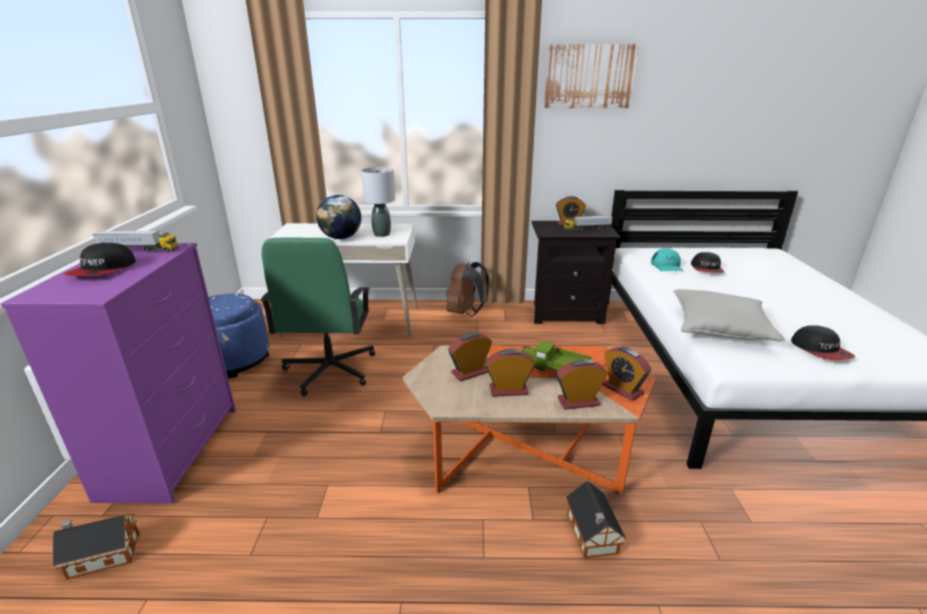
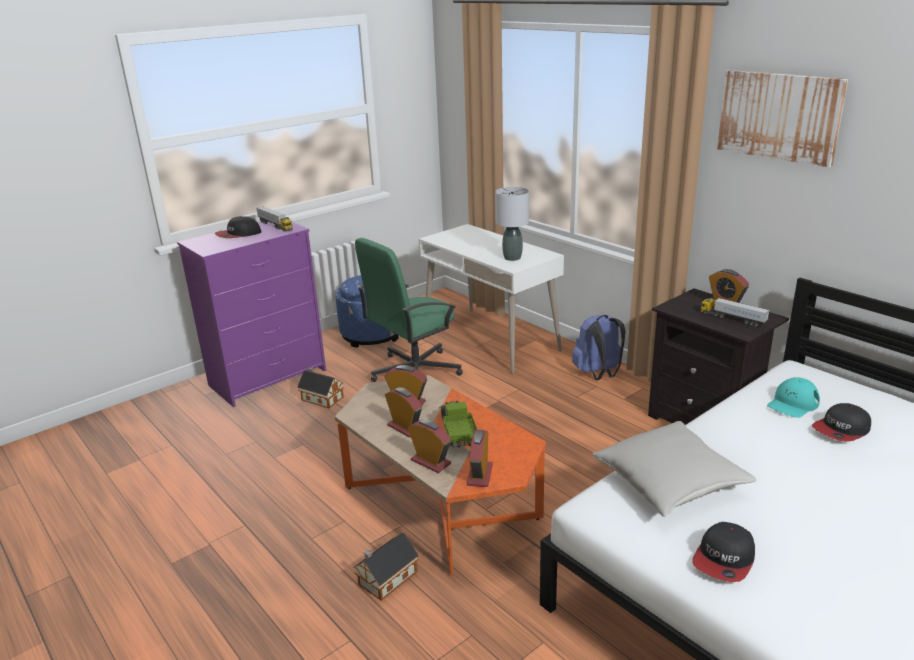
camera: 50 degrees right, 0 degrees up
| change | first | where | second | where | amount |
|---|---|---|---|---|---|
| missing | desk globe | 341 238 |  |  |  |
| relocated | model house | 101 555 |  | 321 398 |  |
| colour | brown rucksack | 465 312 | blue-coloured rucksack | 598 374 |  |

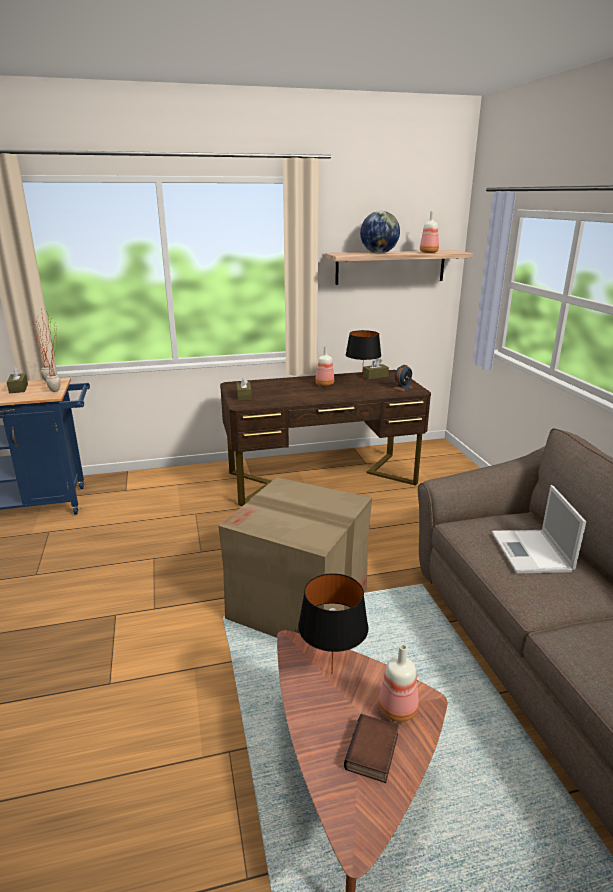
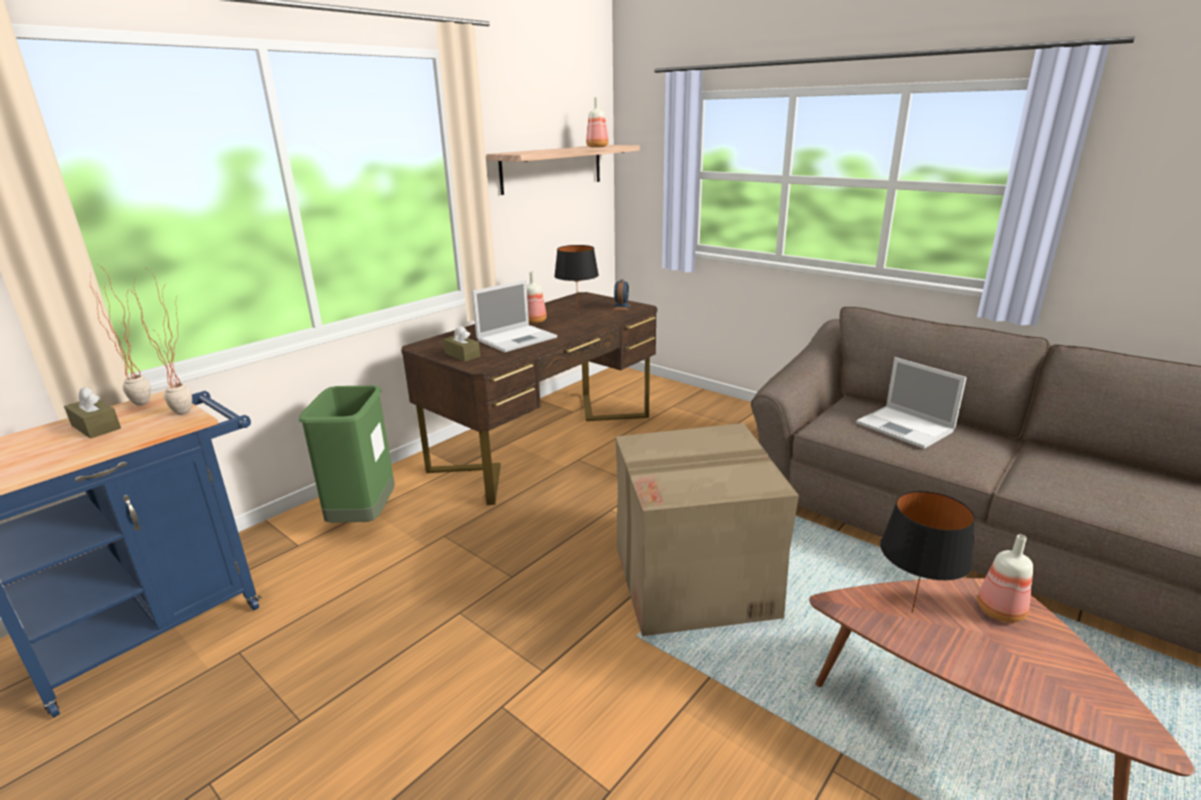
camera: 35 degrees left, 0 degrees up
| change | first | where | second | where | amount |
|---|---|---|---|---|---|
| missing | bound book | 373 753 |  |  |  |
| missing | desk globe | 379 253 |  |  |  |
| missing | brown tissue holder | 375 376 |  |  |  |
| appeared |  |  | green-coloured waste bin | 364 518 |  |
| appeared |  |  | laptop | 517 338 |  |

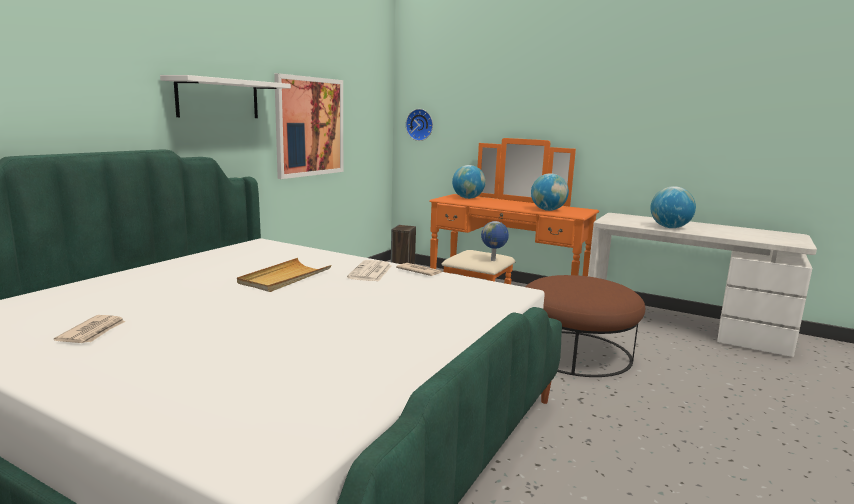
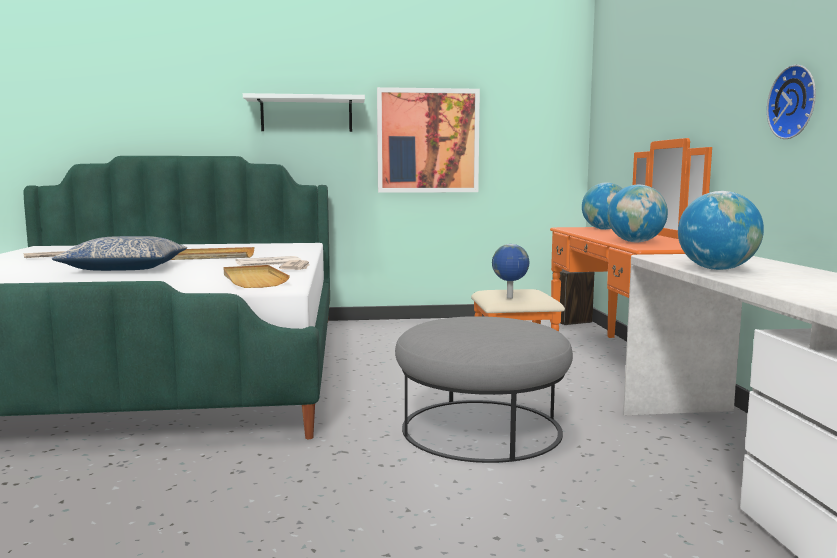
camera: 55 degrees right, 5 degrees down
| change | first | where | second | where | amount |
|---|---|---|---|---|---|
| appeared |  |  | pillow | 125 268 |  |
| appeared |  |  | sand-coloured tray | 253 280 |  |
| relocated | clock on the wall | 420 124 |  | 795 102 |  |
| colour | brown ottoman | 576 352 | grey ottoman | 482 428 |  |

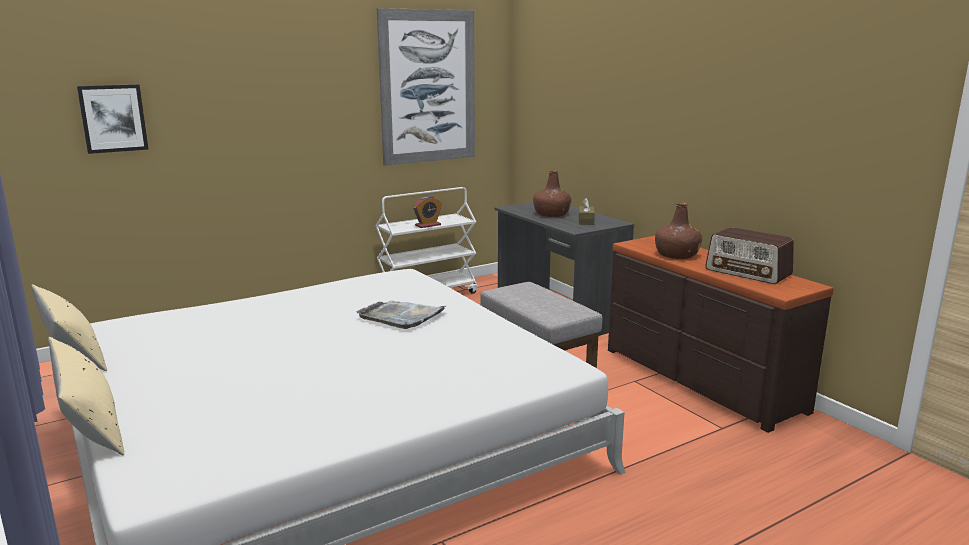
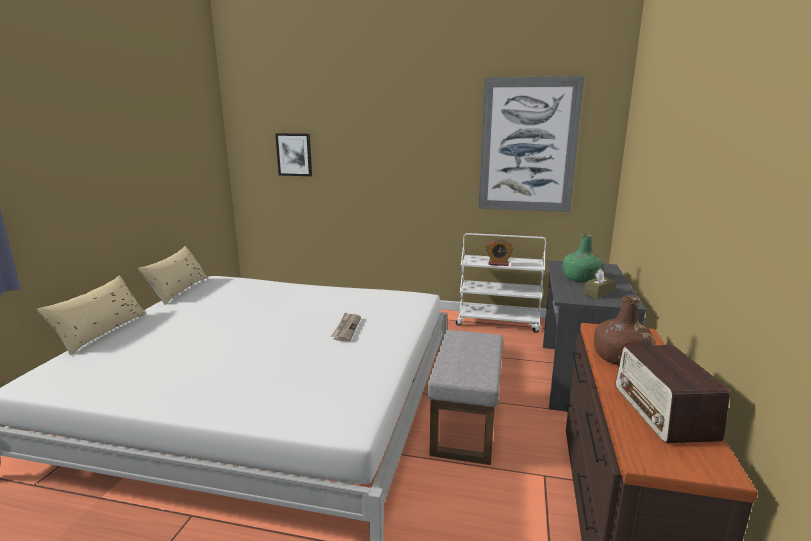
camera: 45 degrees right, 0 degrees up
| change | first | where | second | where | amount |
|---|---|---|---|---|---|
| exchanged | grey tray | 401 316 | daily paper | 346 328 |  |
| colour | brown drink bottle | 552 214 | green-coloured drink bottle | 581 278 |  |

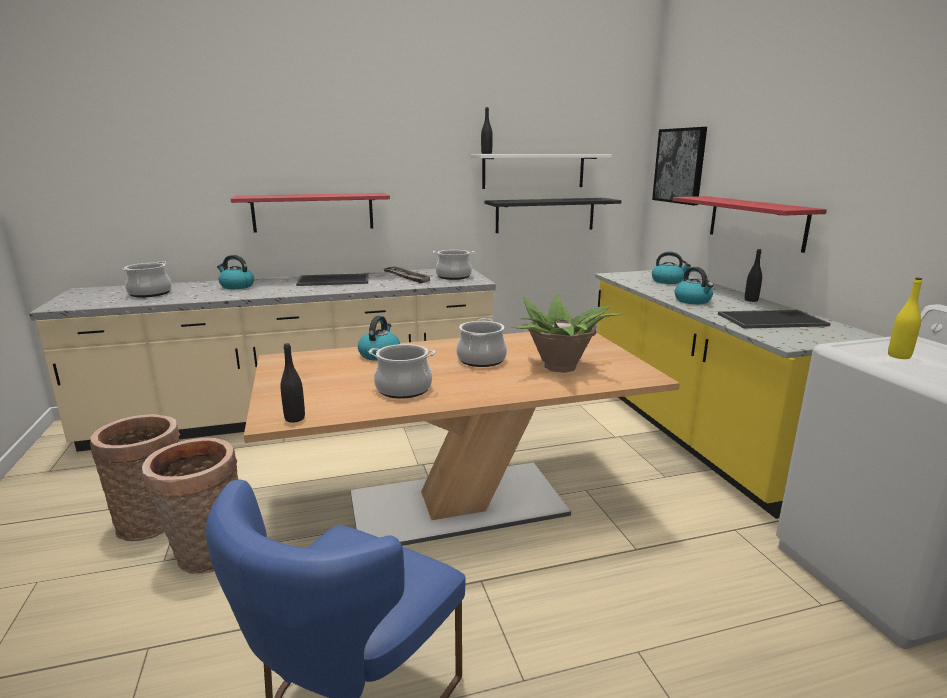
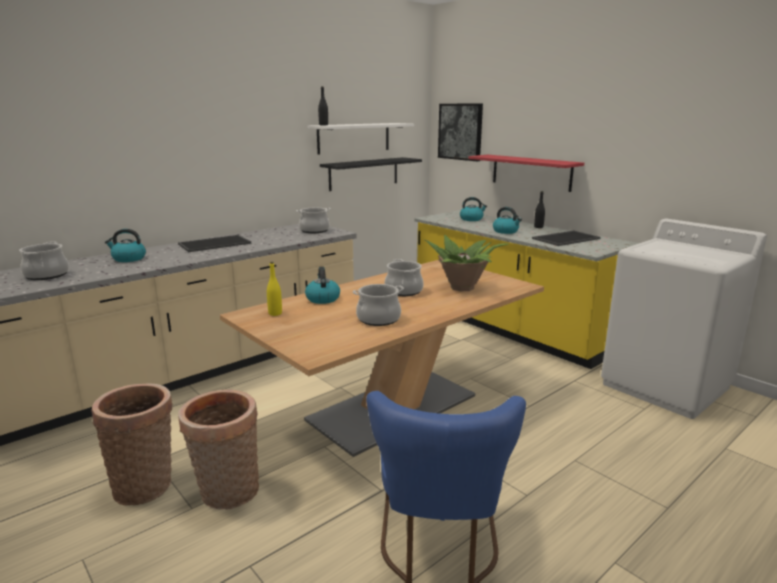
camera: 25 degrees left, 0 degrees up
| change | first | where | second | where | amount |
|---|---|---|---|---|---|
| missing | red-coloured shelf | 313 212 |  |  |  |
| missing | blackish drink bottle | 294 418 |  |  |  |
| missing | tray | 406 277 |  |  |  |
| relocated | yellow drink bottle | 899 356 |  | 275 313 |  |

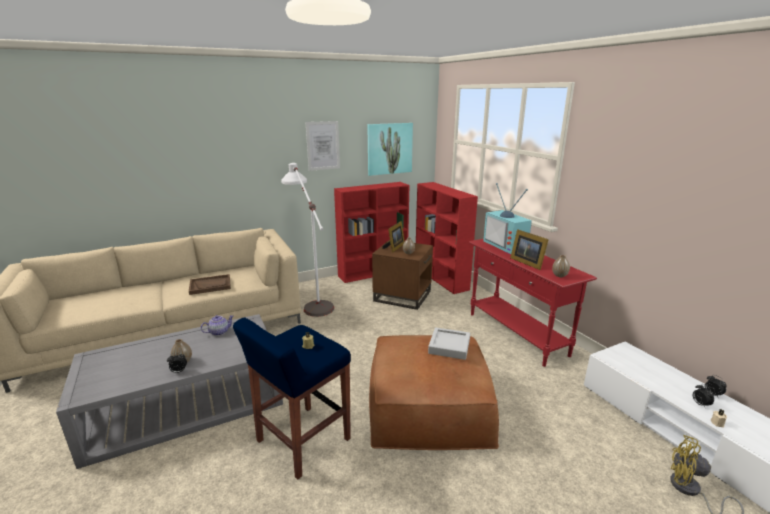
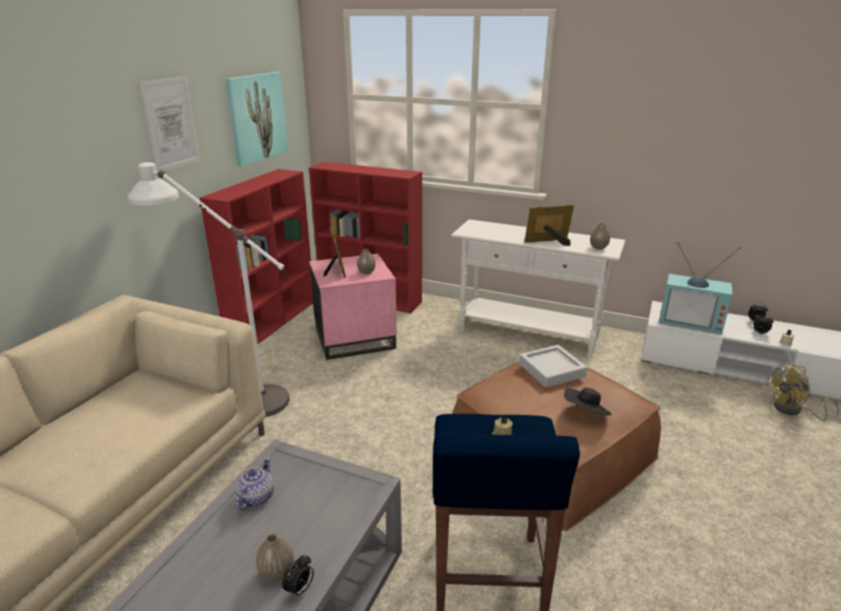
camera: 40 degrees left, 5 degrees up
| change | first | where | second | where | amount |
|---|---|---|---|---|---|
| missing | brown tray | 210 285 |  |  |  |
| appeared |  |  | blackish wearable hat | 586 413 |  |
| relocated | TV | 507 245 |  | 691 321 |  |
| colour | brown accent table | 402 296 | pinkish accent table | 354 338 |  |
| colour | red-coloured hall table | 516 334 | white-coloured hall table | 529 334 |  |
| spun | picture frame | 527 262 |  | 549 242 | 150 degrees clockwise |

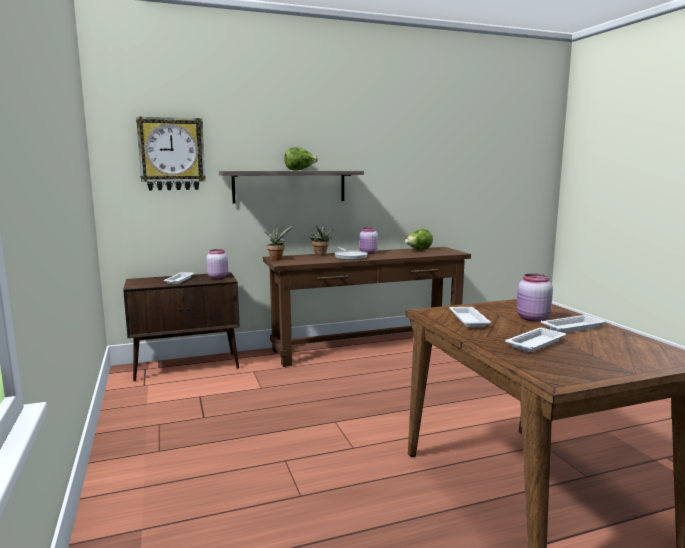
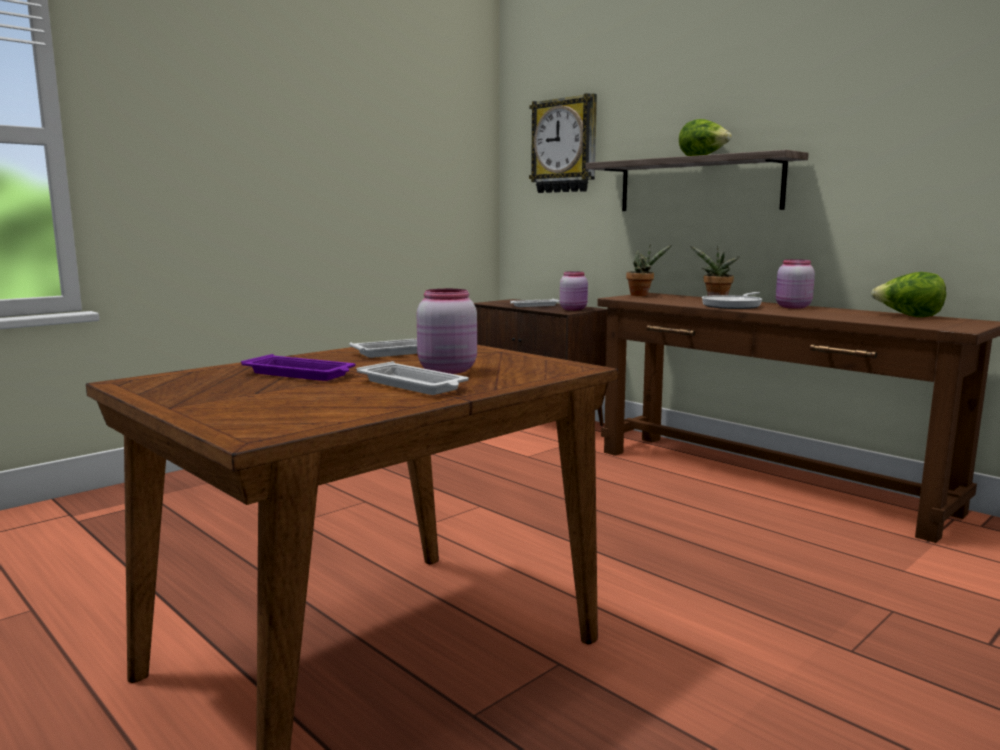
camera: 65 degrees right, 0 degrees up
| change | first | where | second | where | amount |
|---|---|---|---|---|---|
| colour | white-coloured tray | 536 343 | purple-coloured tray | 300 374 |  |

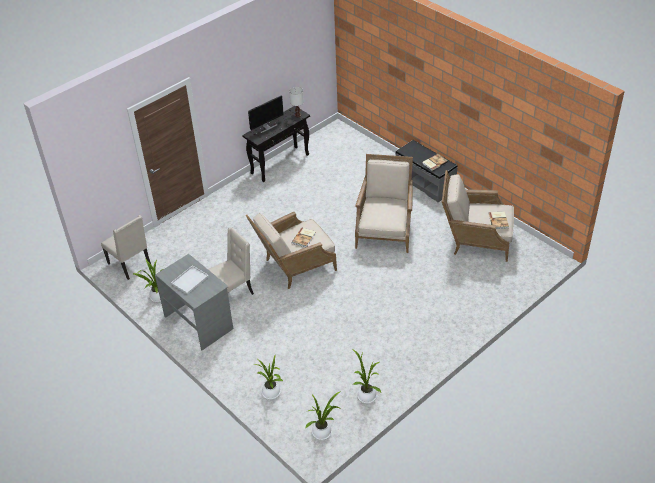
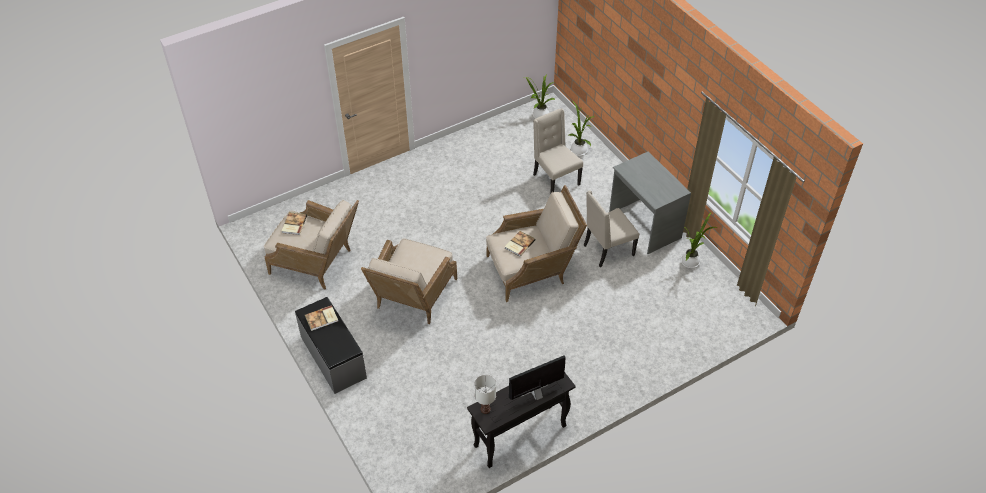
camera: 170 degrees left, 5 degrees up
| change | first | where | second | where | amount |
|---|---|---|---|---|---|
| missing | white-coloured tray | 190 279 |  |  |  |
| missing | potted plant | 366 395 |  |  |  |
| relocated | sand-coloured plain chair | 131 265 |  | 555 179 |  |

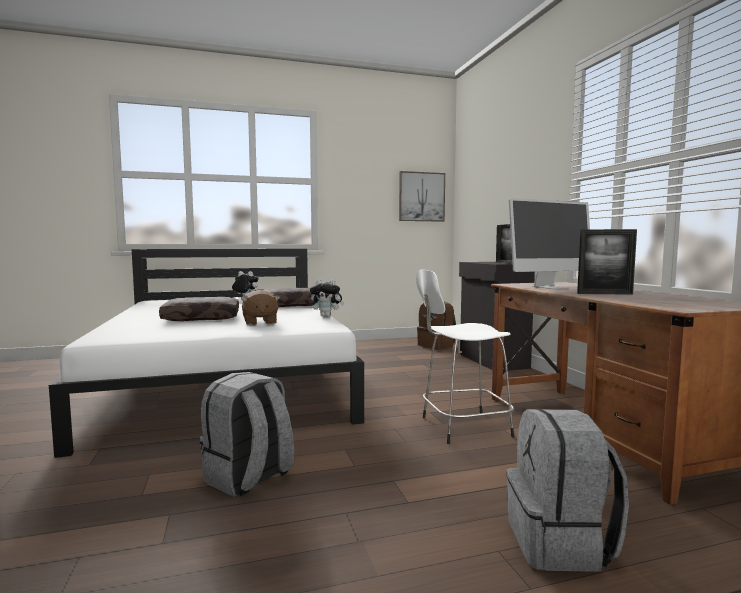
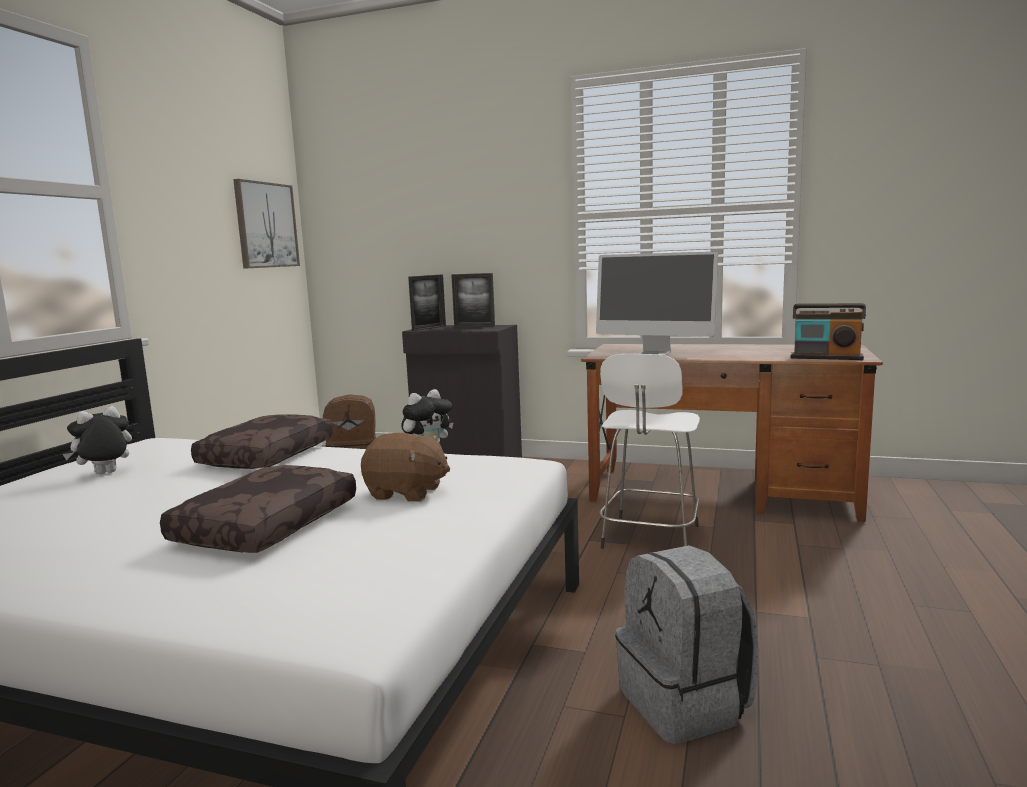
camera: 55 degrees left, 5 degrees up
| change | first | where | second | where | amount |
|---|---|---|---|---|---|
| missing | grey rucksack | 560 543 |  |  |  |
| appeared |  |  | radio | 826 357 |  |
| relocated | picture frame | 604 293 |  | 429 328 |  |
| spun | monitor | 550 287 |  | 654 353 | 105 degrees clockwise |

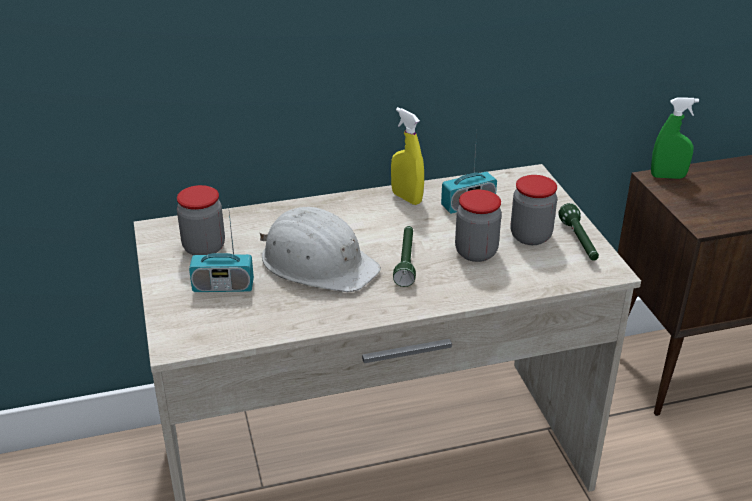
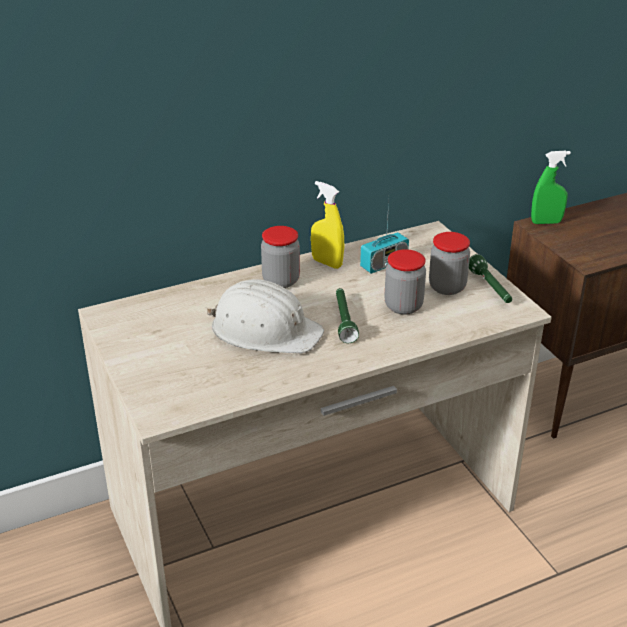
camera: 10 degrees left, 0 degrees up
| change | first | where | second | where | amount |
|---|---|---|---|---|---|
| missing | radio | 223 287 |  |  |  |
| relocated | storage jar | 204 248 |  | 281 281 |  |

